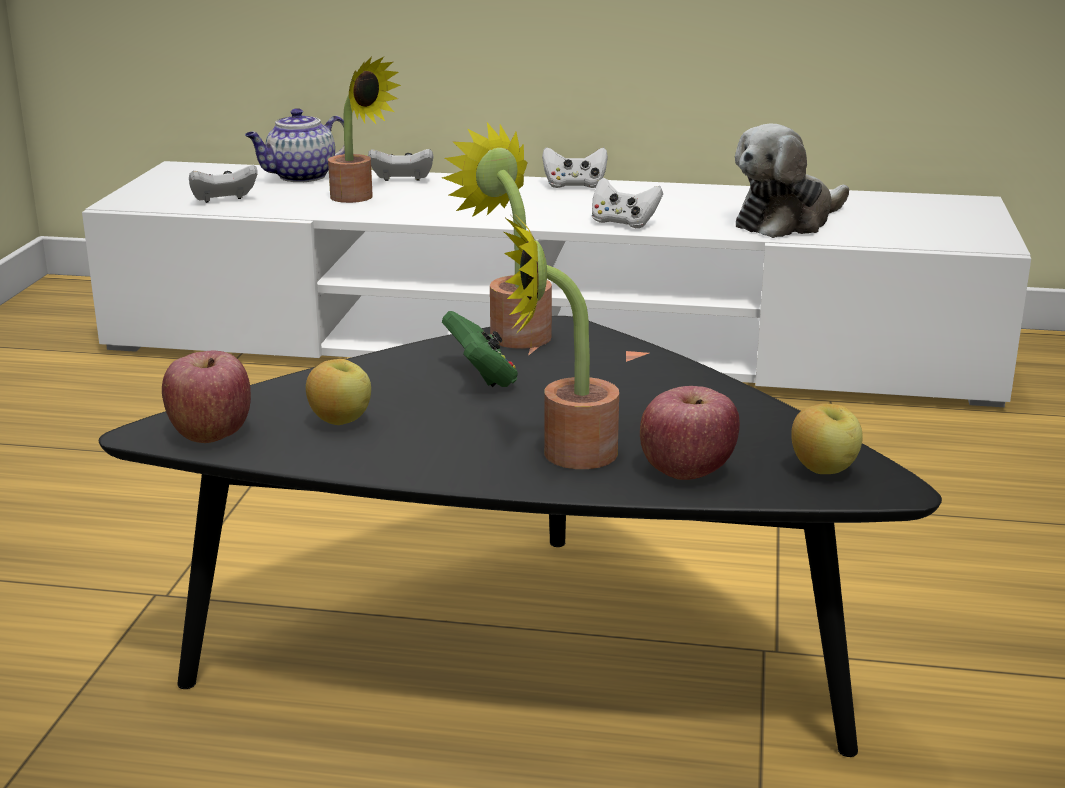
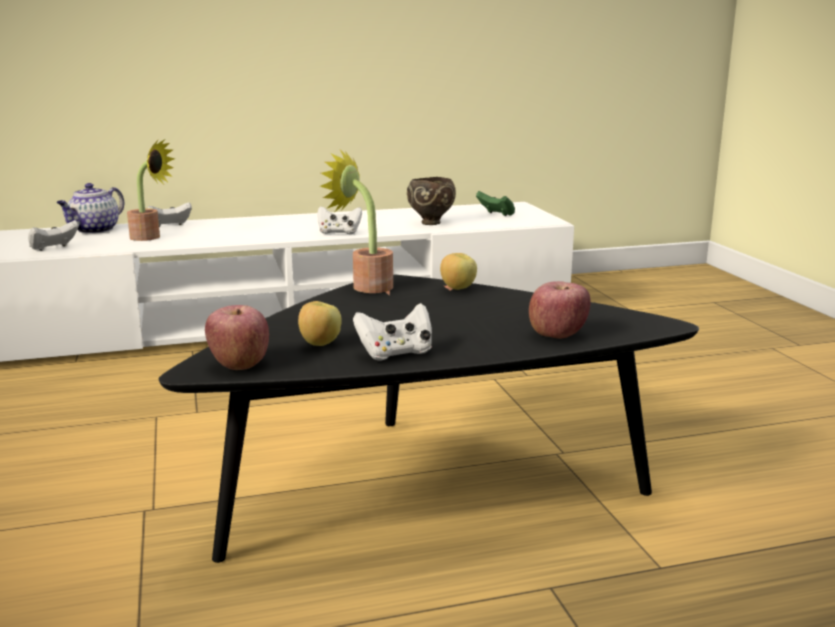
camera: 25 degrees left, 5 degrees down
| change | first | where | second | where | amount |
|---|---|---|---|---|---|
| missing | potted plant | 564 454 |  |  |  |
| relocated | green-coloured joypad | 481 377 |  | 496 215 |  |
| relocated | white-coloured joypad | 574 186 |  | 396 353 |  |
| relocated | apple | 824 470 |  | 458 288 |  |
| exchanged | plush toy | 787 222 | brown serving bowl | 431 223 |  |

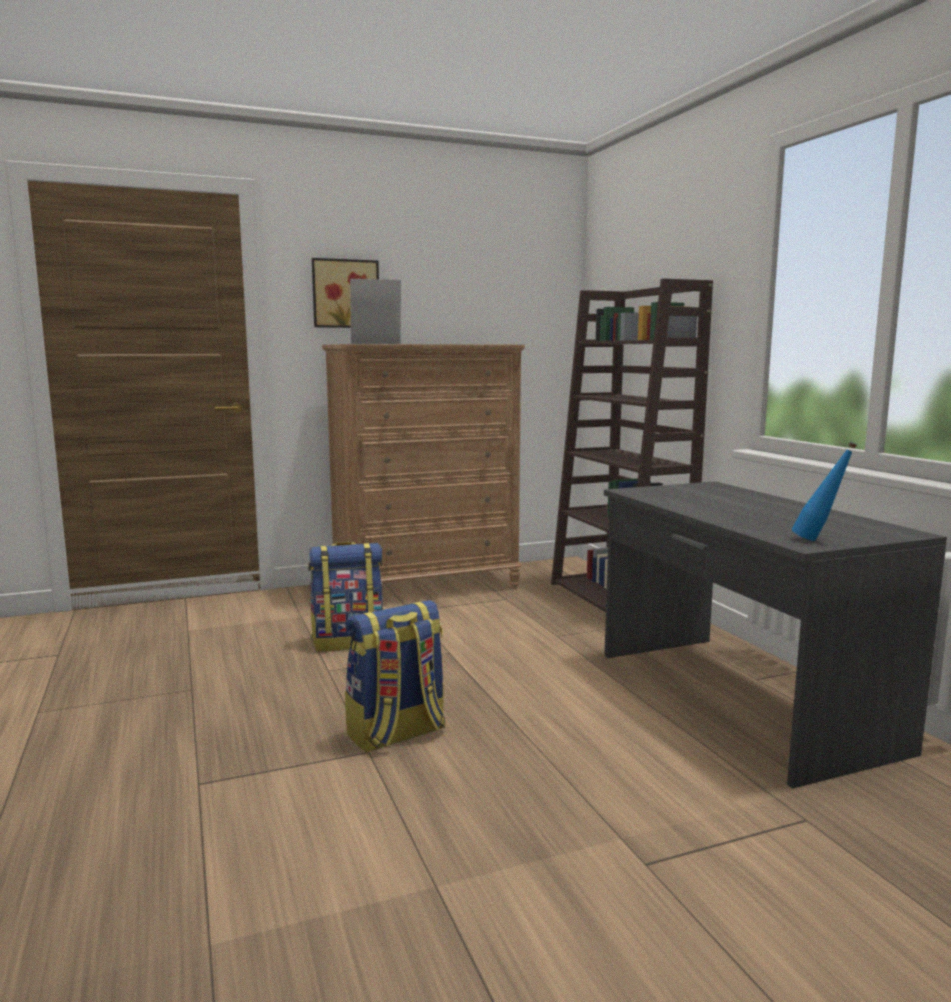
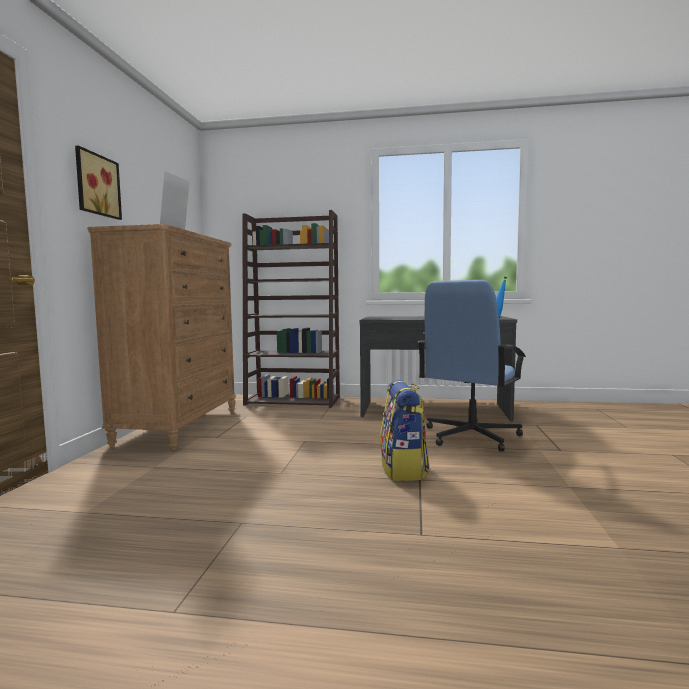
camera: 60 degrees left, 5 degrees down
| change | first | where | second | where | amount |
|---|---|---|---|---|---|
| missing | rucksack | 348 641 |  |  |  |
| appeared |  |  | blue-coloured computer chair | 470 436 |  |

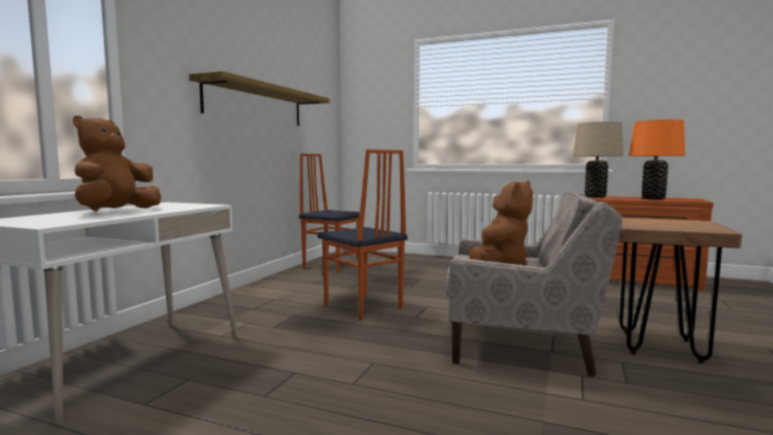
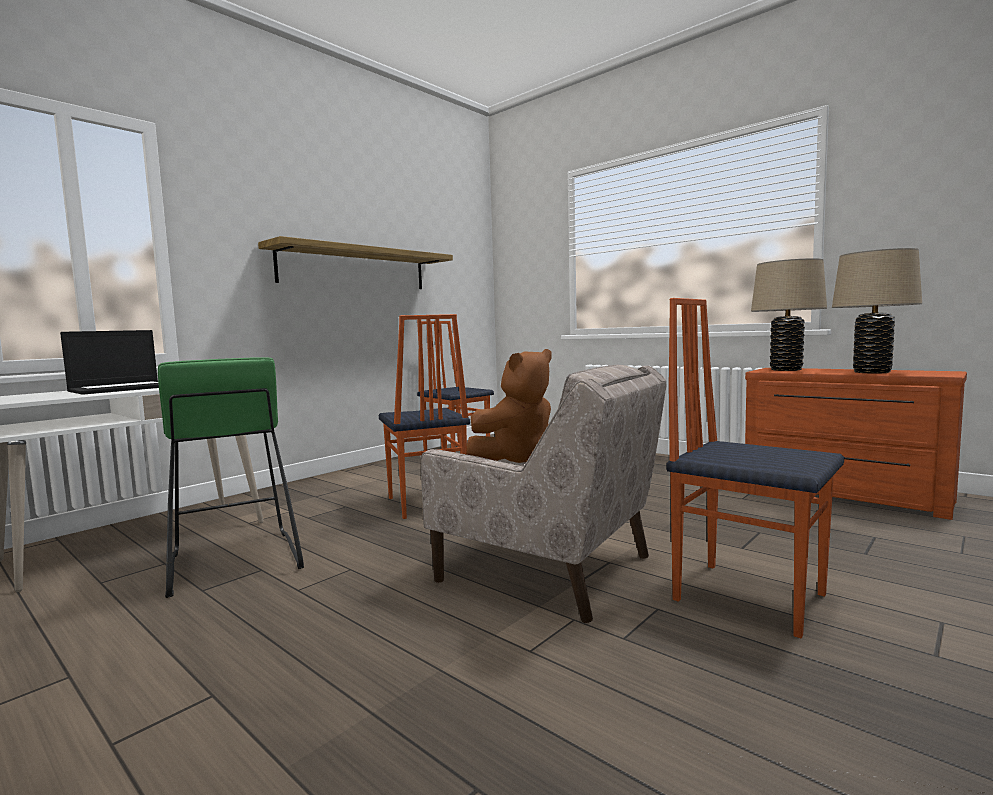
camera: 20 degrees right, 0 degrees up
| change | first | where | second | where | amount |
|---|---|---|---|---|---|
| appeared |  |  | green-coloured stool | 233 562 |  |
| exchanged | brown plush toy | 116 211 | laptop | 123 388 |  |
| exchanged | brown stool | 660 346 | plain chair | 748 595 |  |
| colour | orangey tabletop lamp | 653 199 | sand-coloured tabletop lamp | 872 372 |  |

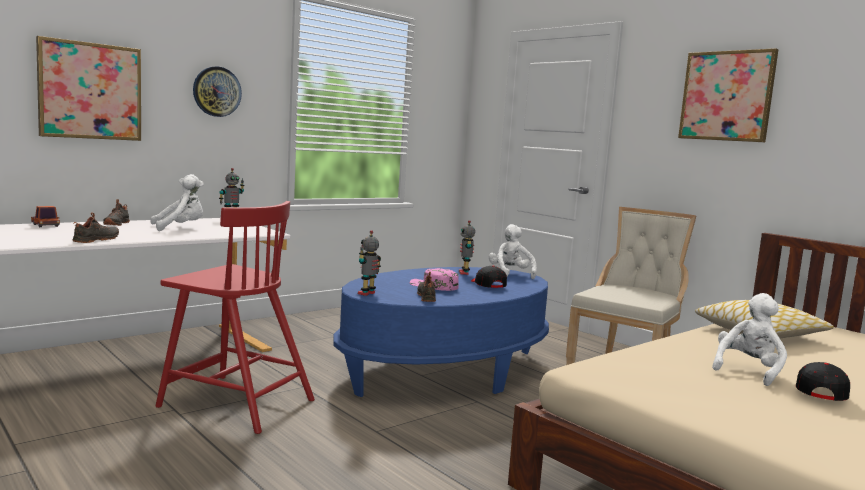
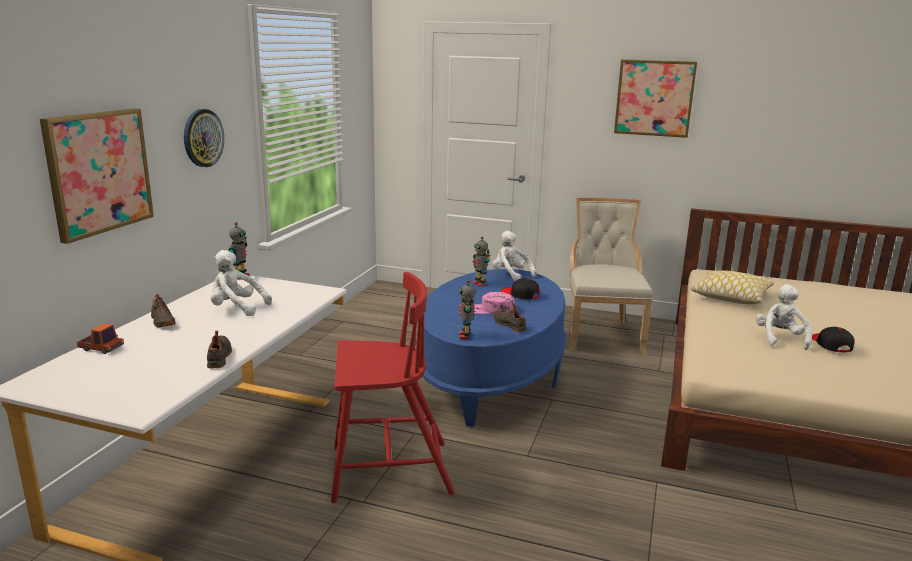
camera: 30 degrees left, 10 degrees up
| change | first | where | second | where | amount |
|---|---|---|---|---|---|
| spun | white-coloured plush toy | 180 228 |  | 237 308 | 105 degrees counterclockwise |

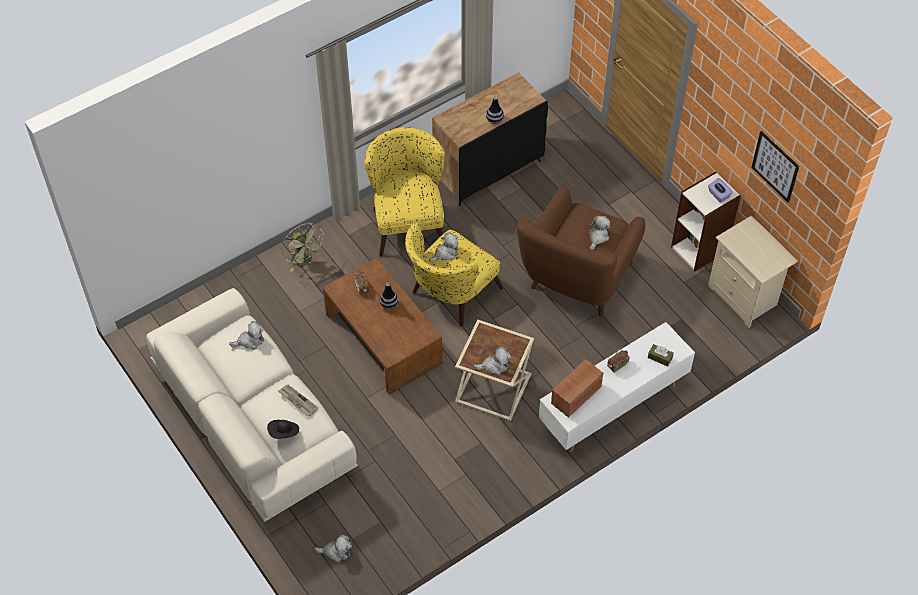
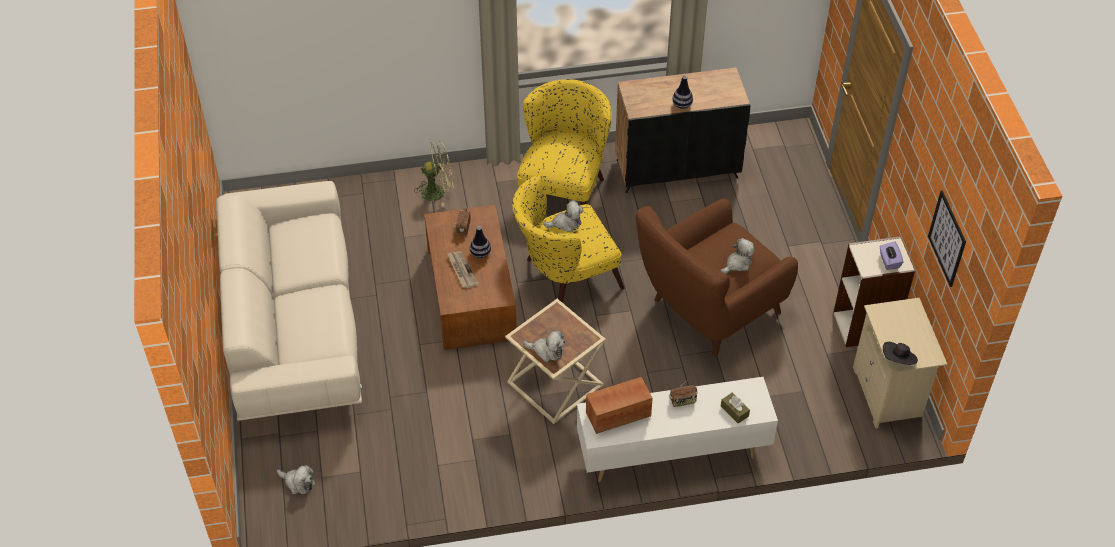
camera: 25 degrees right, 5 degrees down
| change | first | where | second | where | amount |
|---|---|---|---|---|---|
| missing | plush toy | 250 341 |  |  |  |
| relocated | blackish wearable hat | 284 433 |  | 898 360 |  |
| relocated | daily paper | 297 401 |  | 462 270 |  |
| spun | green-coloured fan | 305 261 |  | 438 191 | 90 degrees counterclockwise |

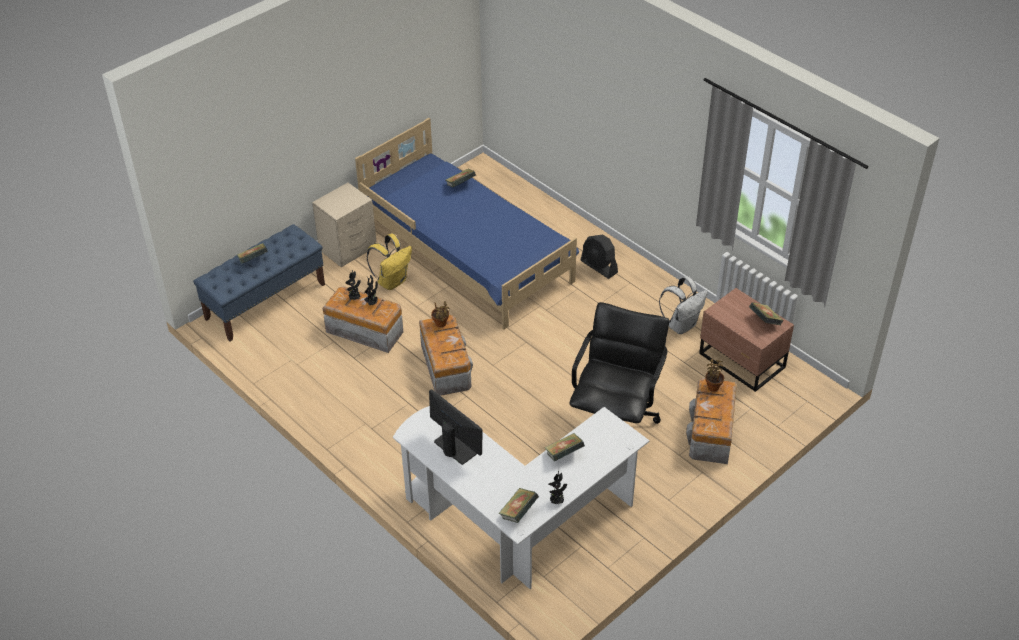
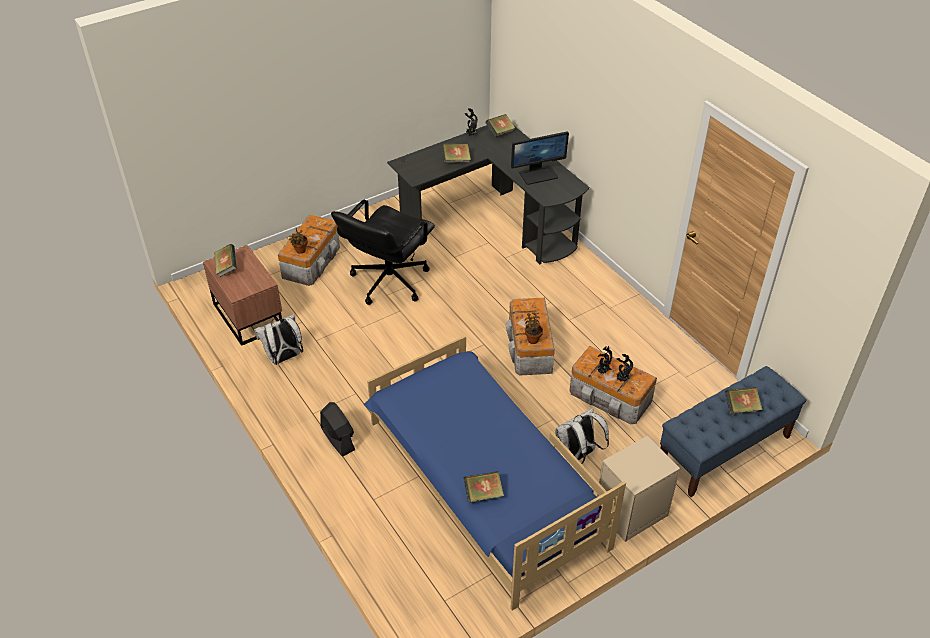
camera: 170 degrees left, 0 degrees up
| change | first | where | second | where | amount |
|---|---|---|---|---|---|
| colour | yellow rucksack | 392 281 | white-coloured rucksack | 578 455 |  |
| colour | white-coloured desk | 515 523 | blackish desk | 493 222 |  |
| spun | monitor | 456 446 |  | 538 174 | 75 degrees counterclockwise |

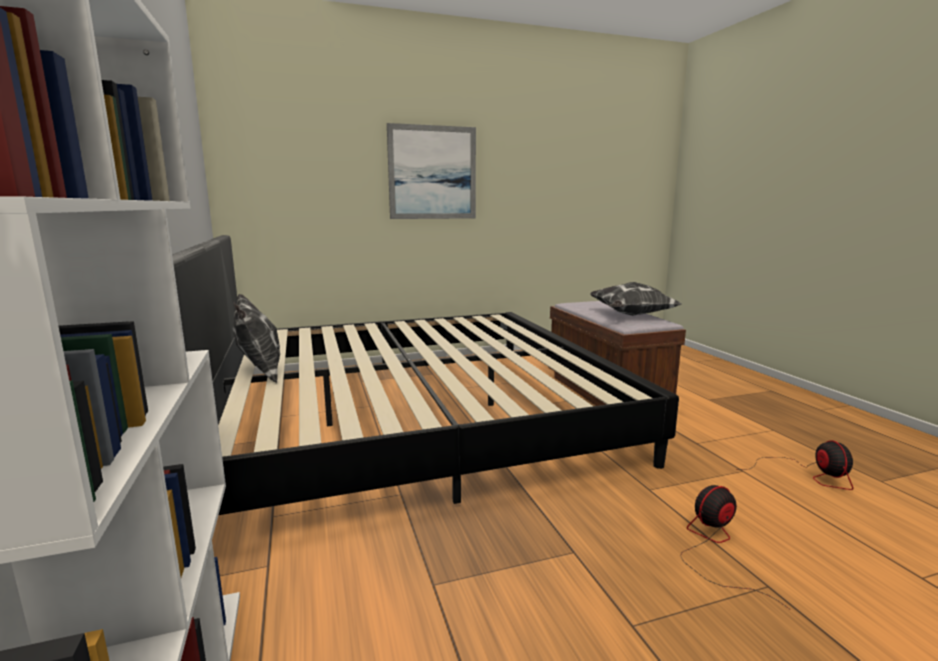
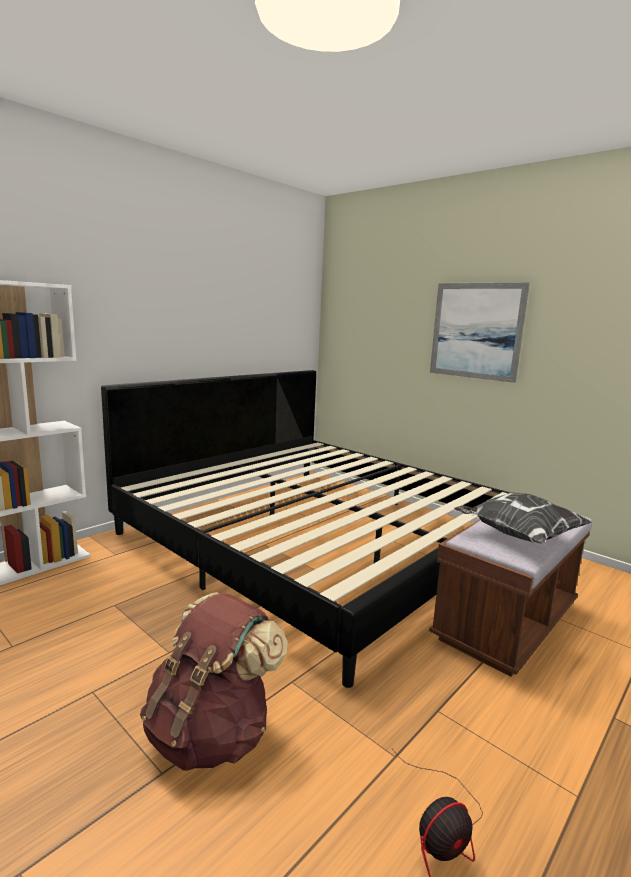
camera: 60 degrees right, 0 degrees up
| change | first | where | second | where | amount |
|---|---|---|---|---|---|
| missing | pillow | 260 373 |  |  |  |
| exchanged | fan | 714 546 | brown rucksack | 211 733 |  |

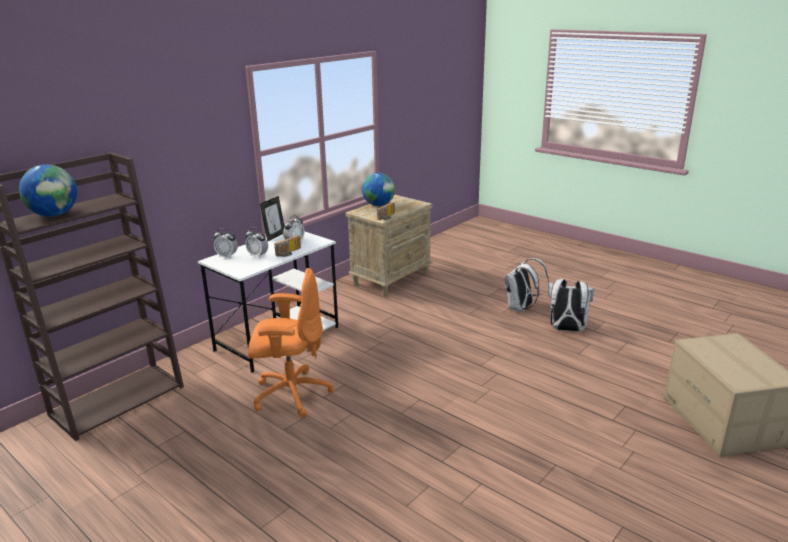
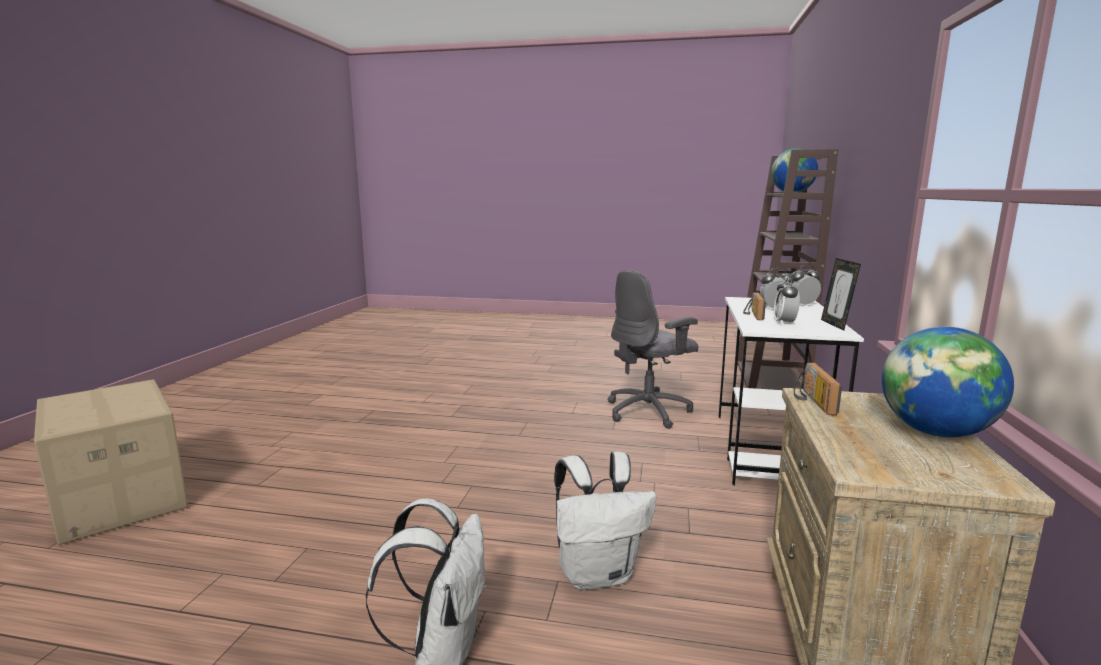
camera: 150 degrees right, 10 degrees down
| change | first | where | second | where | amount |
|---|---|---|---|---|---|
| relocated | white-coloured rucksack | 566 329 |  | 597 574 |  |
| colour | orangey computer chair | 290 394 | grey computer chair | 649 411 |  |

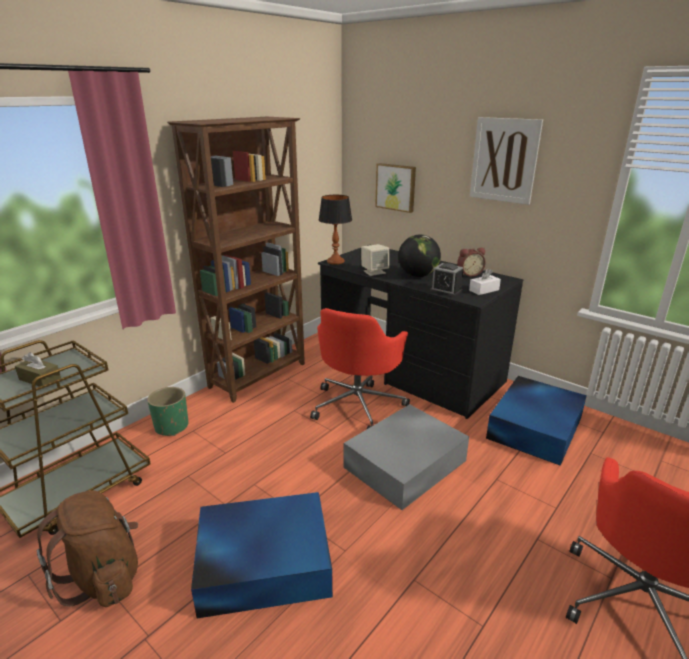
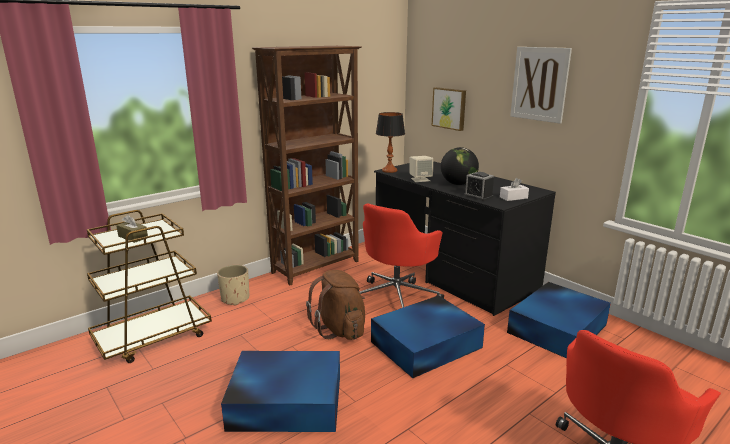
camera: 10 degrees right, 5 degrees down
| change | first | where | second | where | amount |
|---|---|---|---|---|---|
| missing | bedside clock | 469 274 |  |  |  |
| relocated | brown rucksack | 104 577 |  | 340 330 |  |
| colour | green-coloured flower pot | 172 427 | sand-coloured flower pot | 235 299 |  |
| colour | grey storage bin | 407 463 | blue-coloured storage bin | 427 344 |  |

